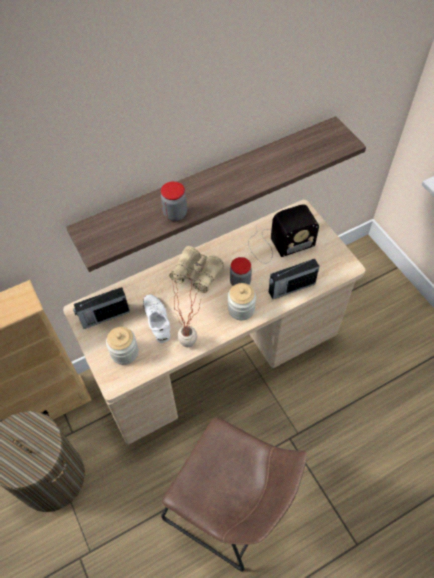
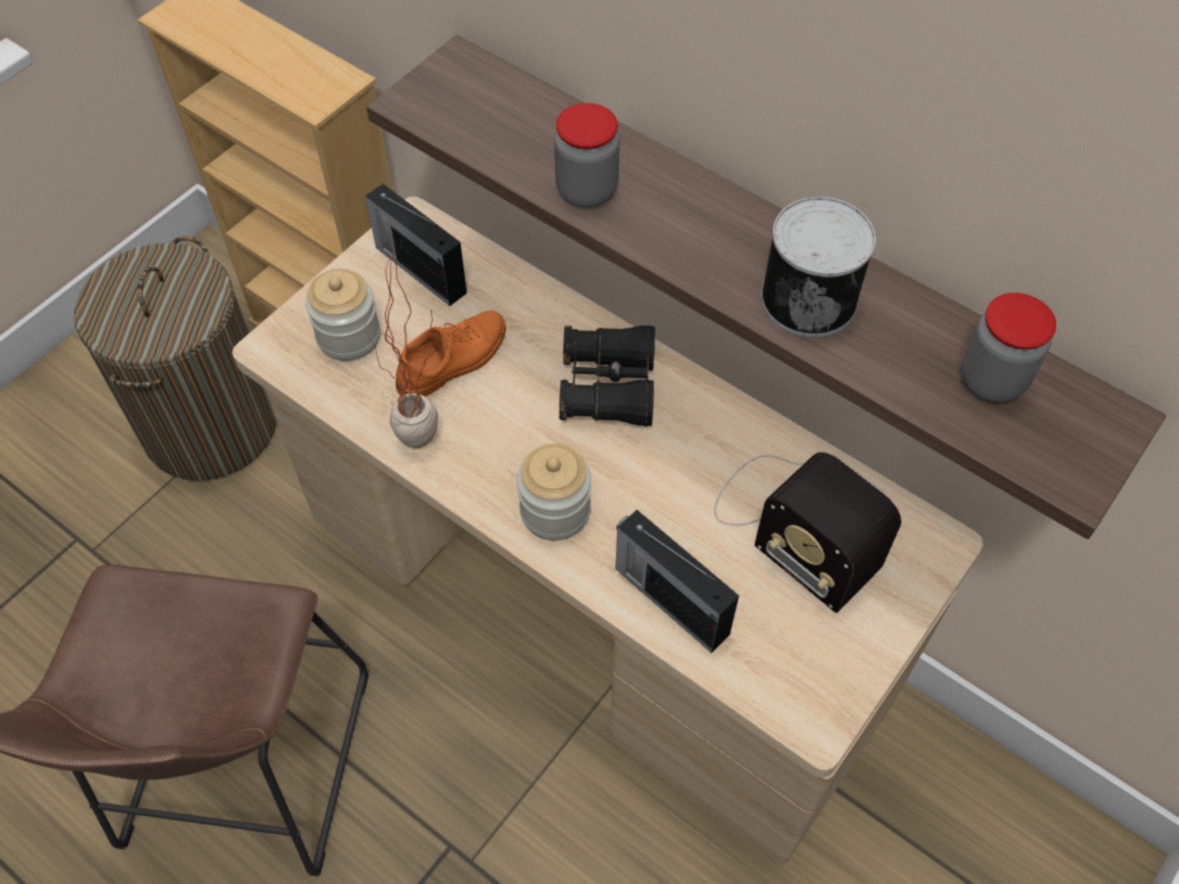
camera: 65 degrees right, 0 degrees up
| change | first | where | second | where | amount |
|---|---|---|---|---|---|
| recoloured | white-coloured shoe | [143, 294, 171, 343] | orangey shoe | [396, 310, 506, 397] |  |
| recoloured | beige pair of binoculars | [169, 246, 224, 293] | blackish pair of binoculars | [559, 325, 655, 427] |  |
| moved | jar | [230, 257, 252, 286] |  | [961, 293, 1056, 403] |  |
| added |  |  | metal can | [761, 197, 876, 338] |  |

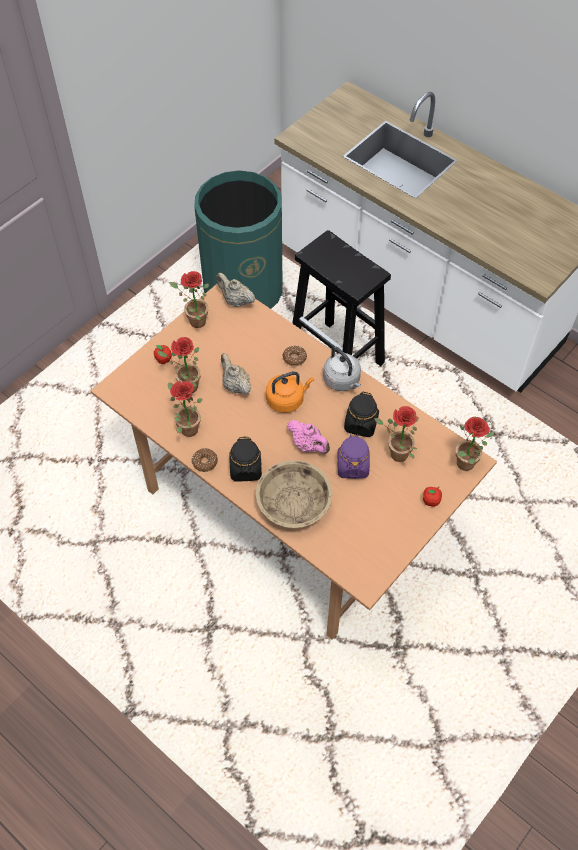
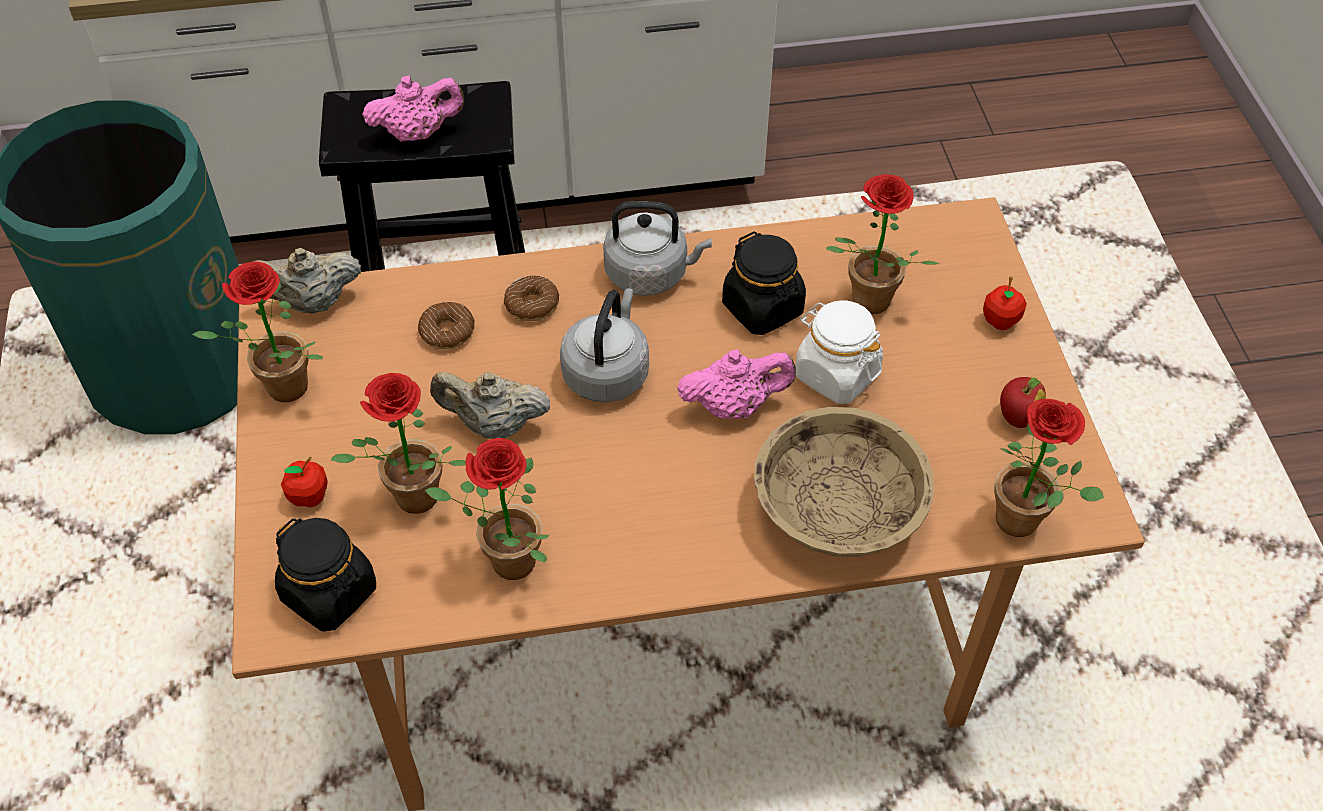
camera: 50 degrees left, 5 degrees down
| change | first | where | second | where | amount |
|---|---|---|---|---|---|
| moved | ring doughnut | [192, 448, 218, 472] |  | [418, 302, 475, 349] |  |
| moved | blackish jar | [229, 436, 262, 481] |  | [275, 518, 376, 632] |  |
| recoloured | orangey tea kettle | [266, 371, 314, 413] | greyish tea kettle | [560, 288, 649, 403] |  |
| recoloured | purplish jar | [337, 434, 370, 479] | white-coloured jar | [795, 300, 883, 404] |  |
| moved | plant in a pot | [456, 417, 494, 471] |  | [994, 399, 1104, 537] |  |
| added |  |  | pink-coloured pot for tea | [362, 75, 464, 142] |  |
| added |  |  | apple | [1000, 377, 1046, 428] |  |

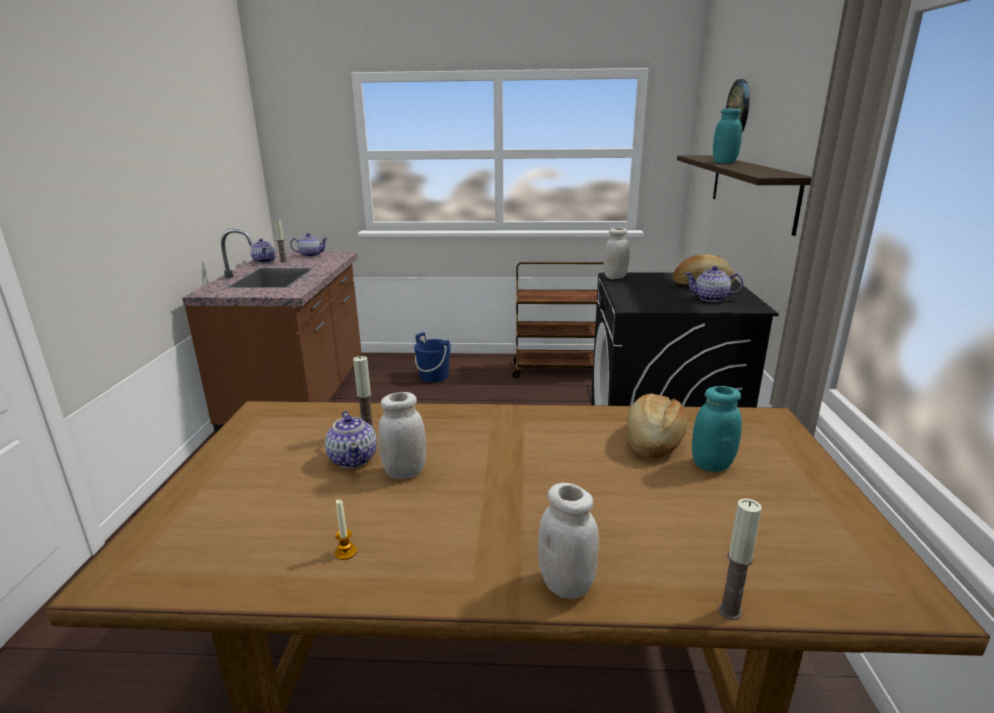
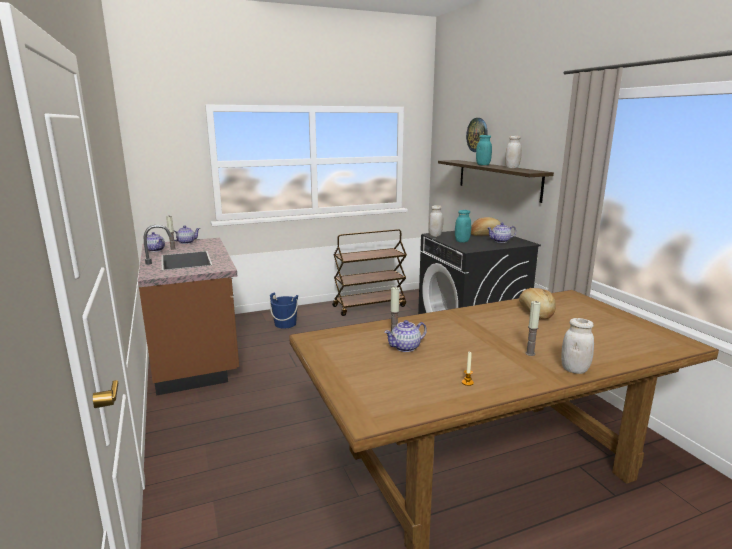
camera: 25 degrees left, 5 degrees down
| change | first | where | second | where | amount |
|---|---|---|---|---|---|
| turned | pot for tea | [325, 411, 377, 468] |  | [384, 320, 427, 352] | 105 degrees clockwise |
| moved | white-coloured jar | [378, 392, 426, 479] |  | [505, 136, 522, 168] |  |
| moved | turquoise-coloured jar | [692, 386, 742, 472] |  | [455, 210, 471, 243] |  |
| moved | candle | [718, 498, 762, 620] |  | [525, 301, 541, 356] |  |

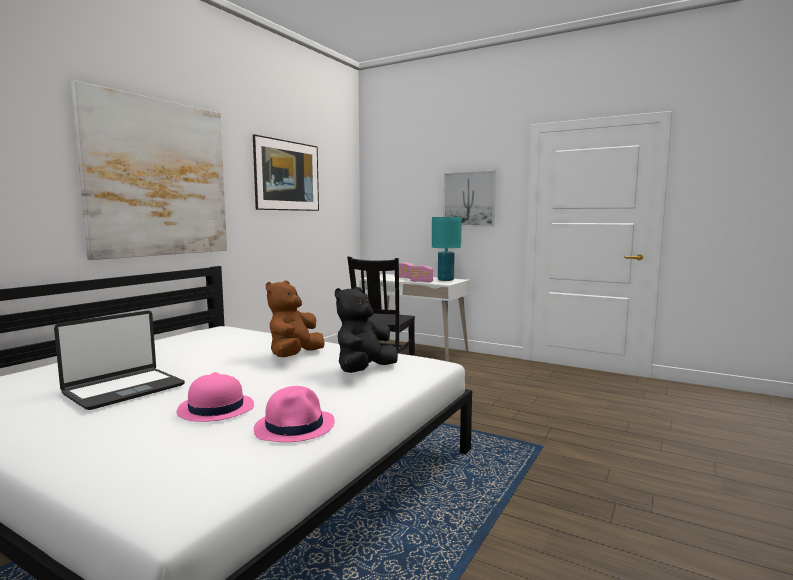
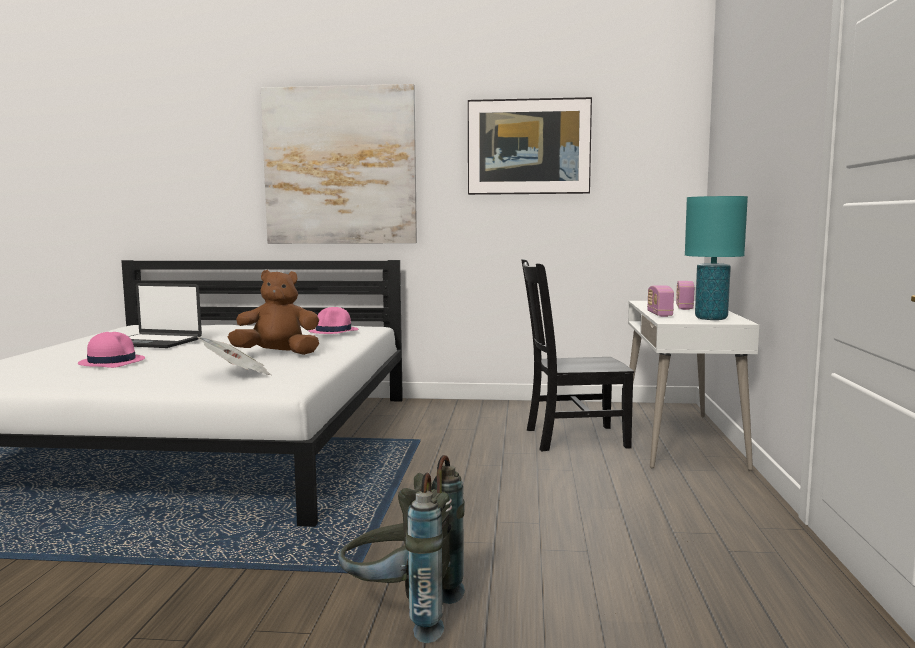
camera: 65 degrees right, 0 degrees up
| change | first | where | second | where | amount |
|---|---|---|---|---|---|
| moved | pink-coloured wearable hat | [254, 386, 335, 442] |  | [309, 307, 358, 334] |  |
| replaced | blackish soft toy | [335, 287, 398, 373] | printed paper | [197, 337, 271, 375] |  |
| removed | wall art | [443, 171, 496, 227] |  |  |  |
| added |  |  | greyish knapsack | [338, 455, 465, 643] |  |

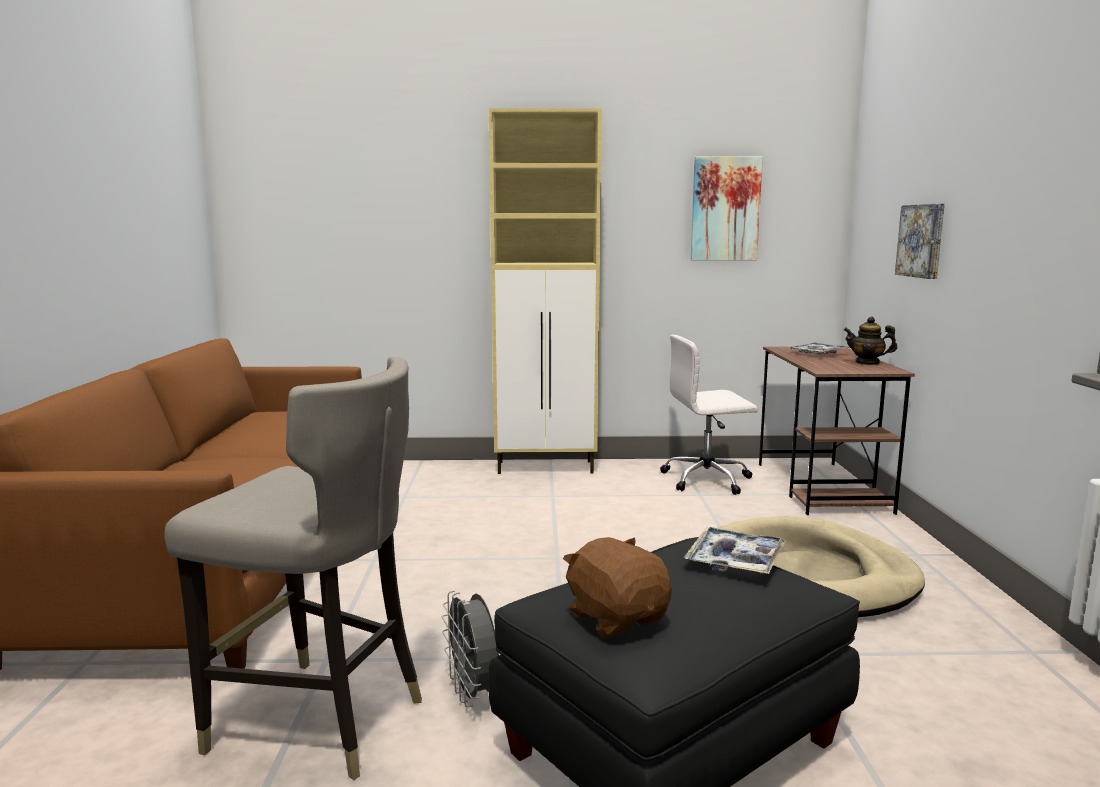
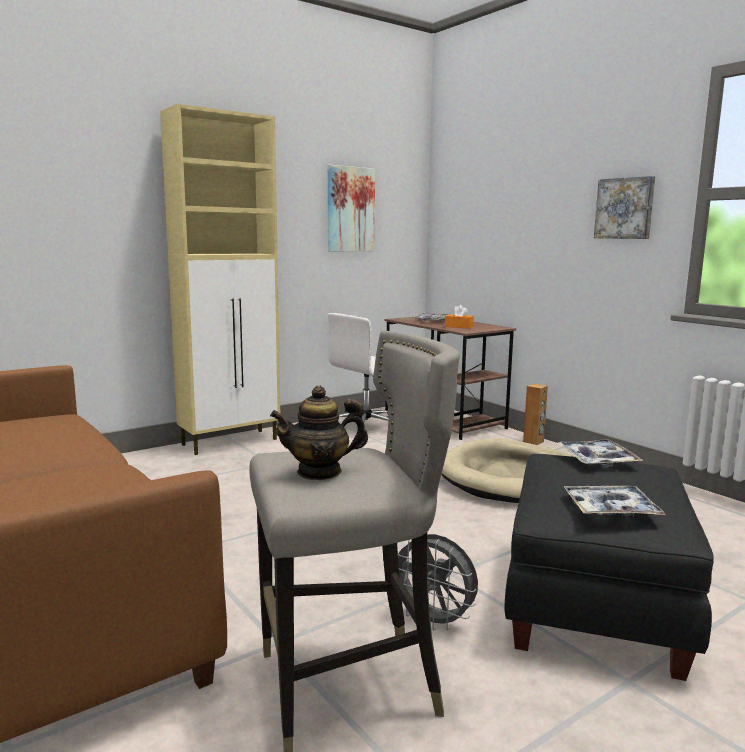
camera: 35 degrees left, 0 degrees up
| change | first | where | second | where | amount |
|---|---|---|---|---|---|
| replaced | brown-coloured soft toy | [563, 537, 672, 637] | serving tray | [563, 486, 665, 518] |  |
| moved | pot for tea | [844, 317, 897, 365] |  | [270, 386, 368, 480] |  |
| moved | wall art | [895, 203, 945, 279] |  | [594, 176, 655, 239] |  |
| added |  |  | orangey tissue box | [445, 305, 474, 329] |  |
| added |  |  | brown-coloured loudspeaker | [523, 384, 548, 445] |  |

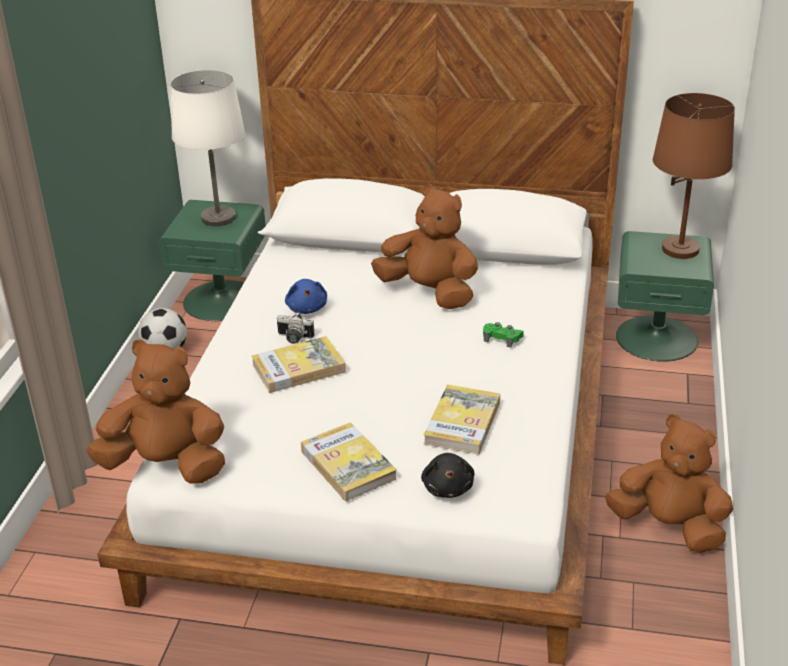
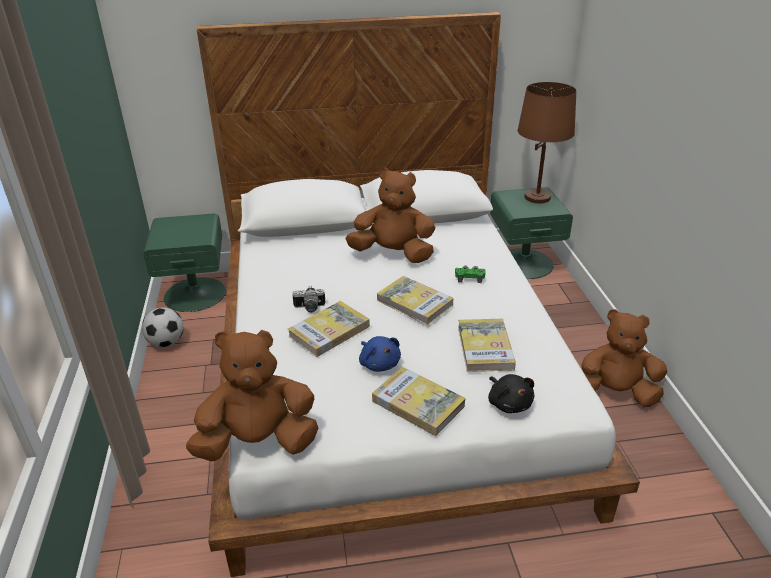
camera: 20 degrees left, 0 degrees up
| change | first | where | second | where | amount |
|---|---|---|---|---|---|
| removed | white-coloured tabletop lamp | [170, 70, 245, 226] |  |  |  |
| moved | blue-coloured soft toy | [285, 279, 327, 314] |  | [359, 336, 401, 372] |  |
| added |  |  | book | [376, 276, 453, 325] |  |

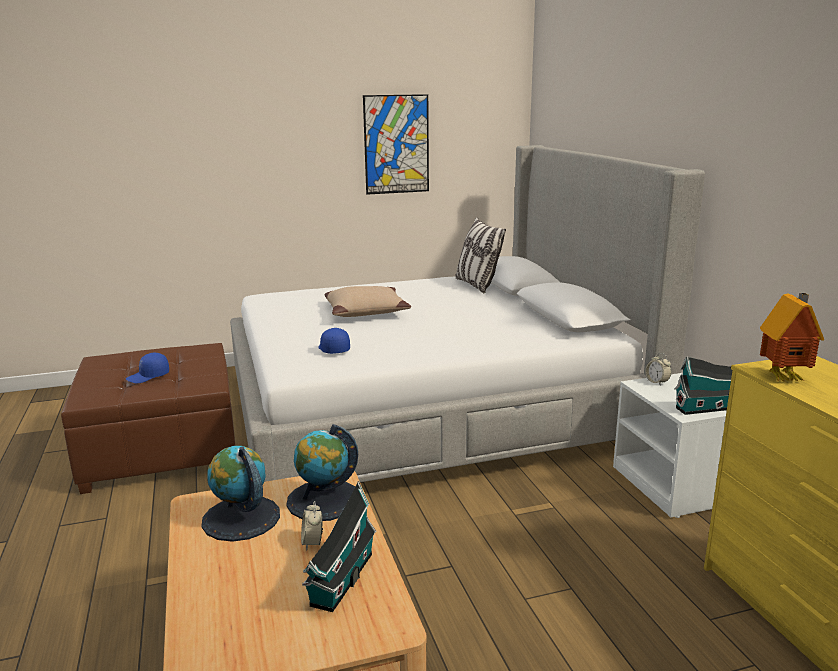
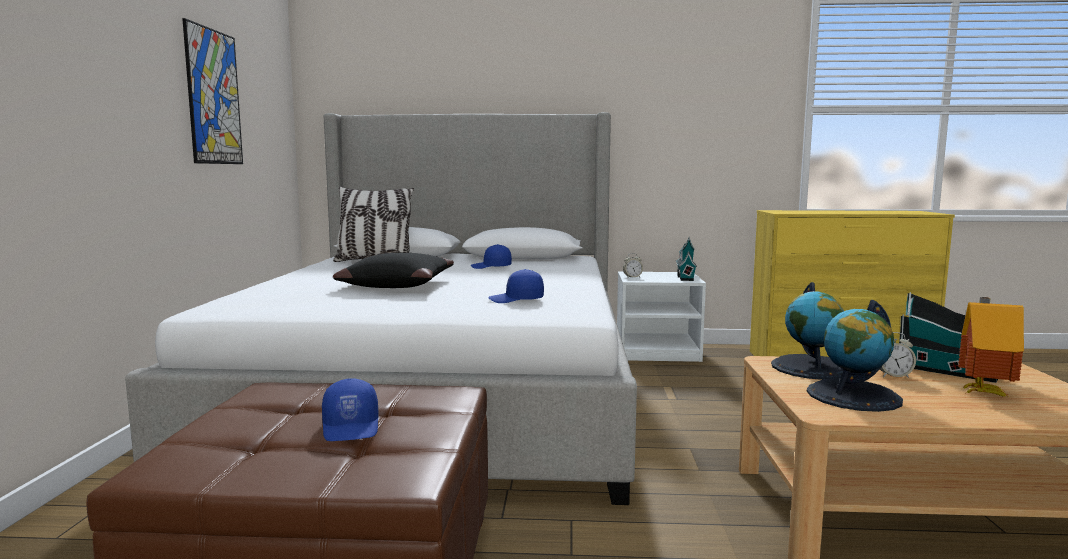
camera: 70 degrees left, 10 degrees down
| change | first | where | second | where | amount |
|---|---|---|---|---|---|
| recoloured | beige pillow | [325, 286, 411, 317] | blackish pillow | [333, 253, 454, 288] |  |
| moved | model house | [760, 293, 824, 382] |  | [958, 297, 1024, 397] |  |
| added |  |  | blue-coloured baseball cap | [471, 244, 512, 269] |  |

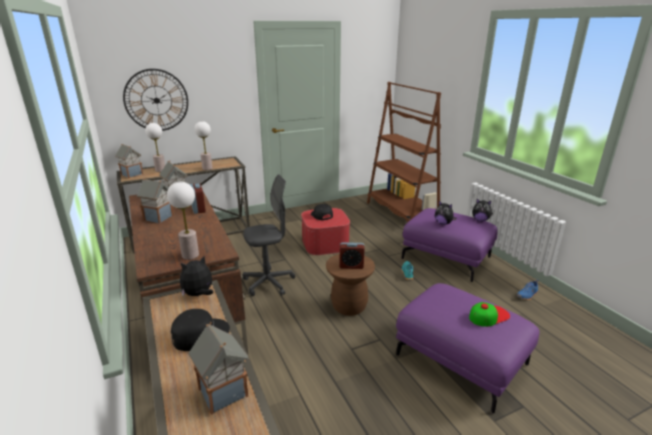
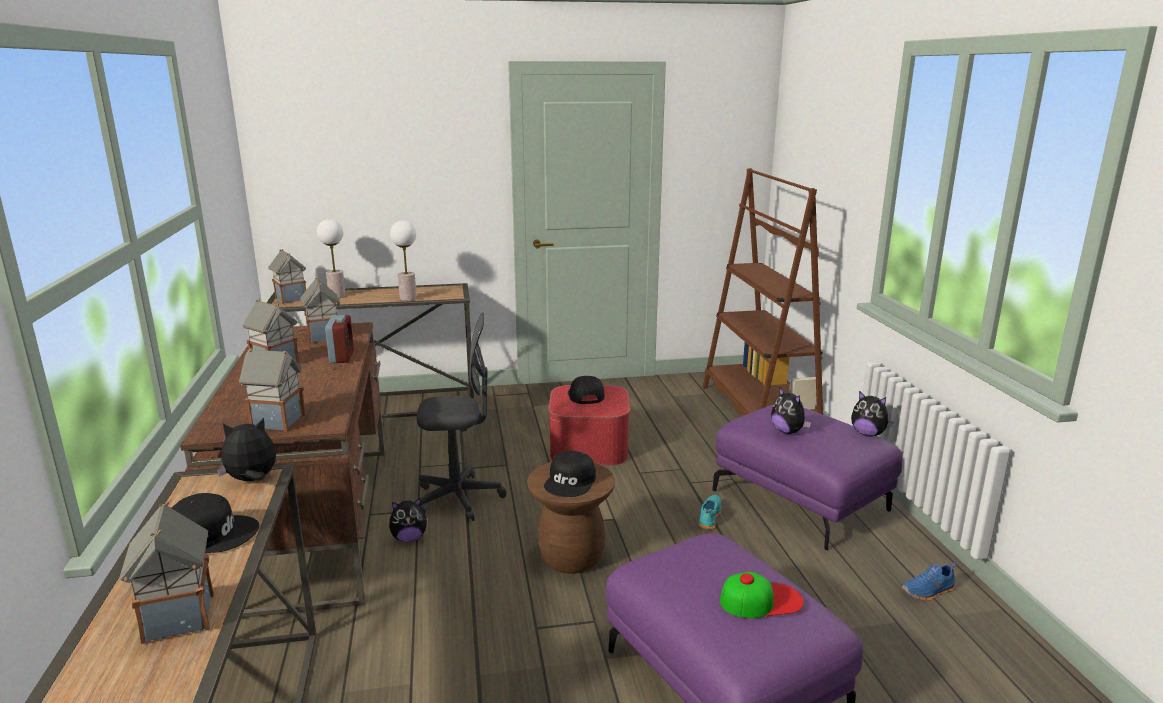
camera: 15 degrees right, 5 degrees down
| change | first | where | second | where | amount |
|---|---|---|---|---|---|
| removed | wall clock | [123, 69, 188, 131] |  |  |  |
| replaced | tabletop lamp | [167, 182, 199, 260] | model house | [239, 348, 306, 432] |  |
| replaced | bedside clock | [339, 242, 365, 269] | blackish baseball cap | [544, 451, 596, 497] |  |
| added |  |  | soft toy | [389, 498, 429, 542] |  |

